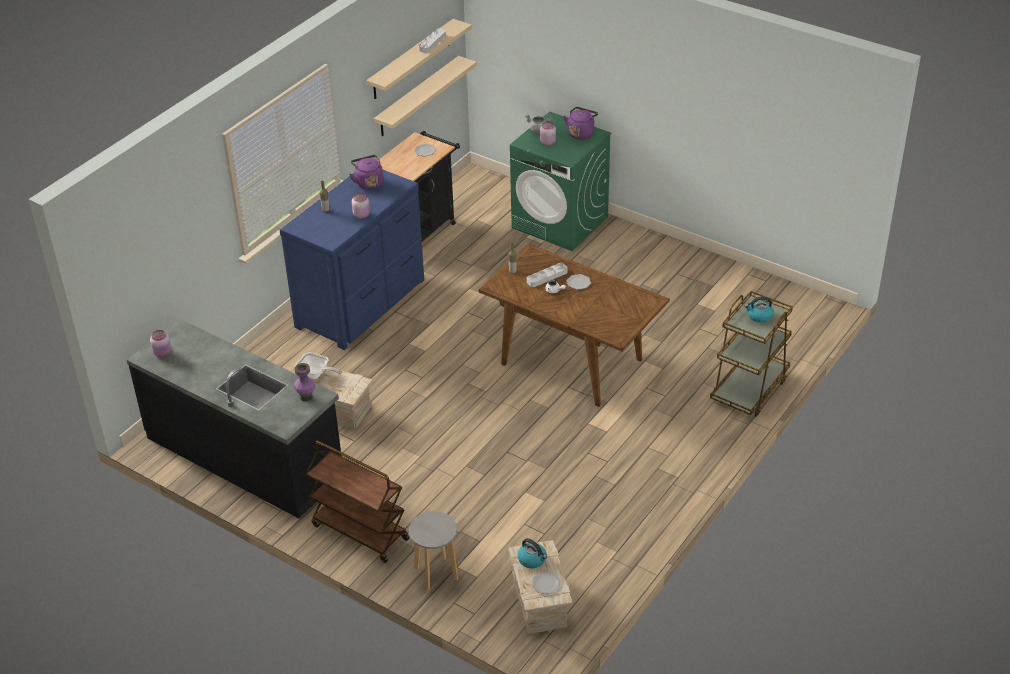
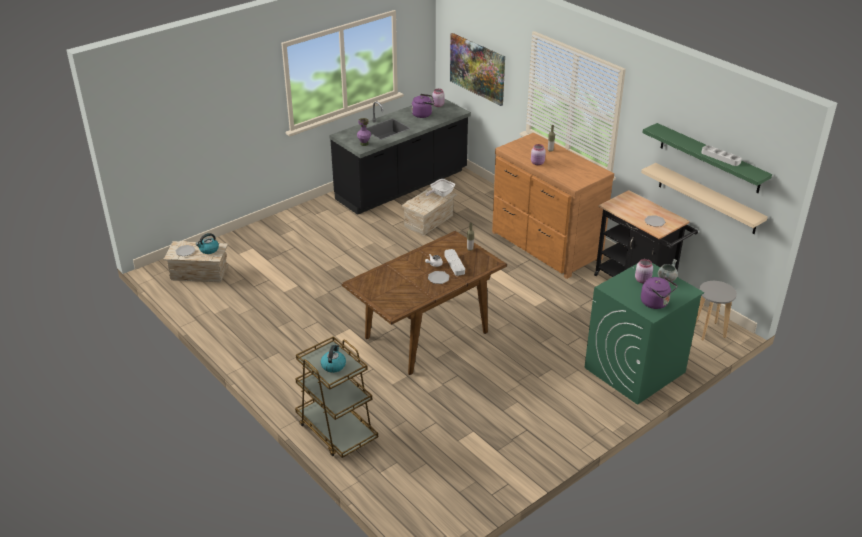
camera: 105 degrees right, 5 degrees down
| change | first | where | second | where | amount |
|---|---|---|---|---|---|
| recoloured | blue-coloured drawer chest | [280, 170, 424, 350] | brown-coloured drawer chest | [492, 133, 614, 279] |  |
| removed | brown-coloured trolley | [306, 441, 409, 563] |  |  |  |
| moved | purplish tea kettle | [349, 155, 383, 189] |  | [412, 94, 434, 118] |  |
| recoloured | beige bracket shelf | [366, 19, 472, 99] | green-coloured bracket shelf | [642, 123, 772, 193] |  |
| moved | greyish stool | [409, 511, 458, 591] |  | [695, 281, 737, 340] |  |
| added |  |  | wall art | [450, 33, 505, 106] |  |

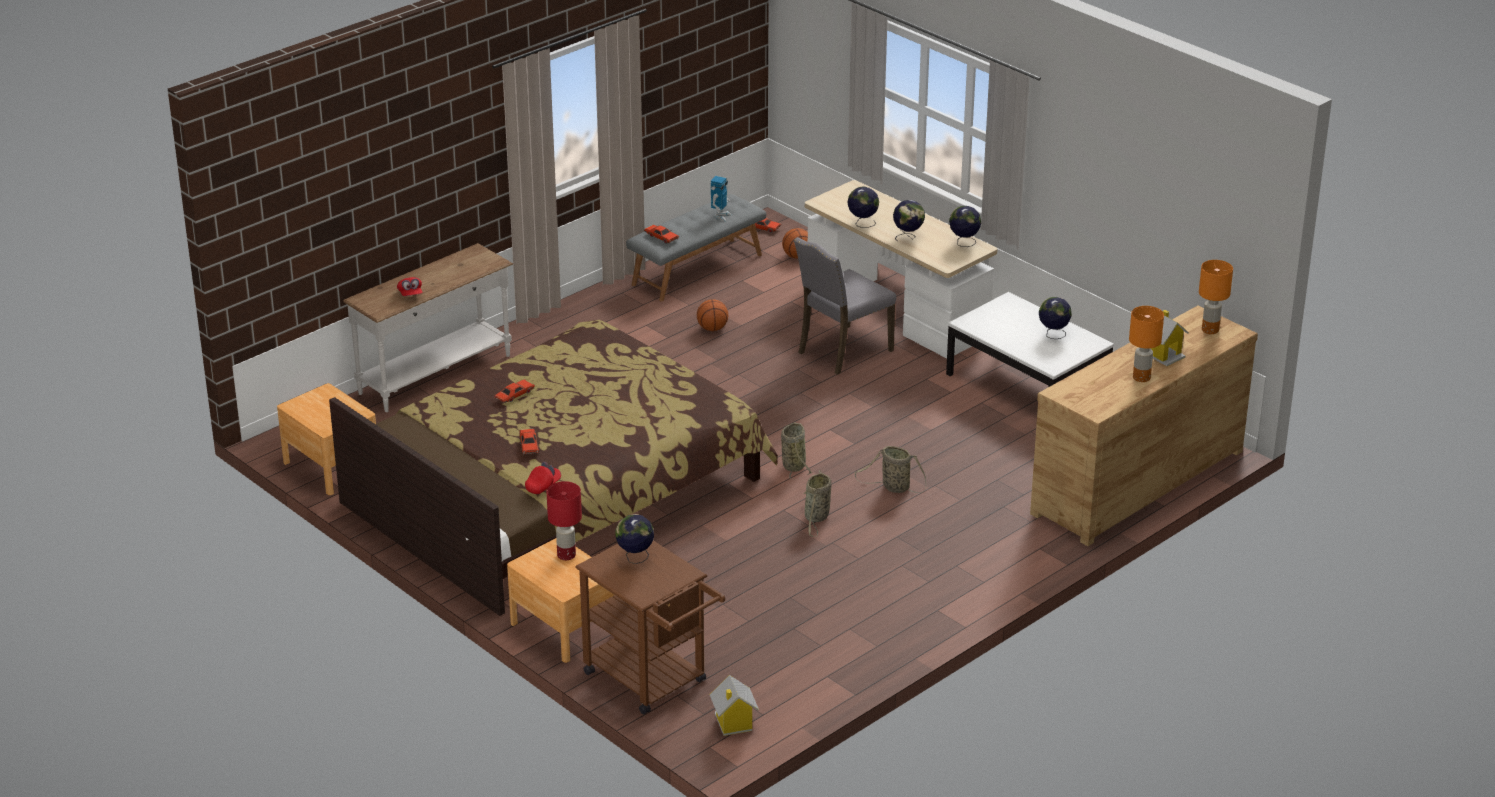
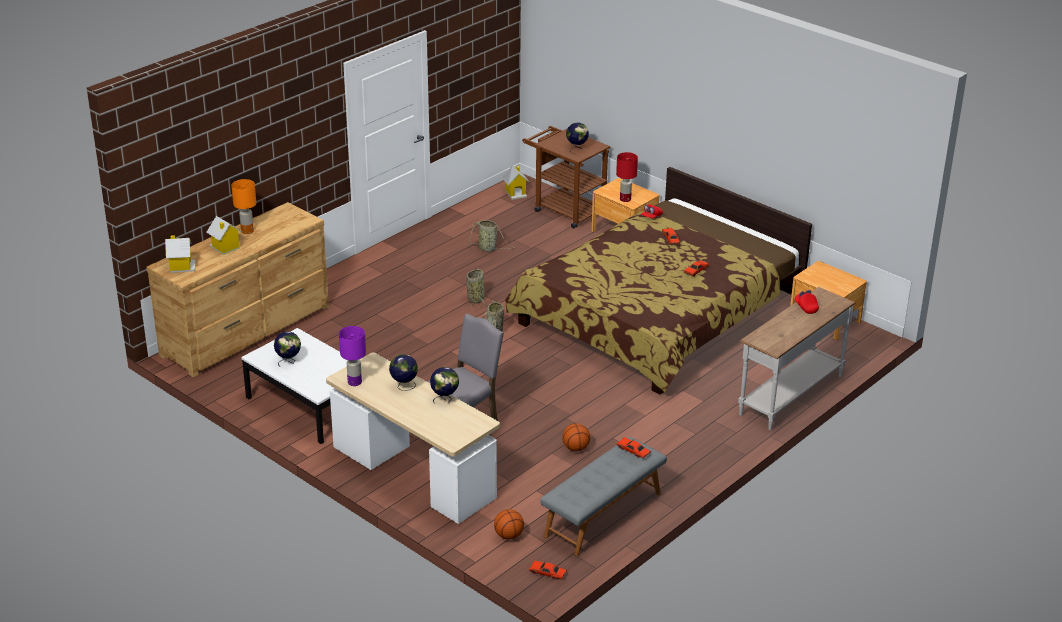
camera: 175 degrees right, 0 degrees up
| change | first | where | second | where | amount |
|---|---|---|---|---|---|
| removed | robot figure | [711, 176, 731, 221] |  |  |  |
| moved | household basket | [855, 446, 926, 493] |  | [468, 220, 514, 251] |  |
| replaced | desk globe | [949, 206, 981, 247] | purplish tabletop lamp | [339, 326, 366, 386] |  |
| replaced | orangey tabletop lamp | [1199, 260, 1233, 334] | model house | [165, 235, 196, 273] |  |

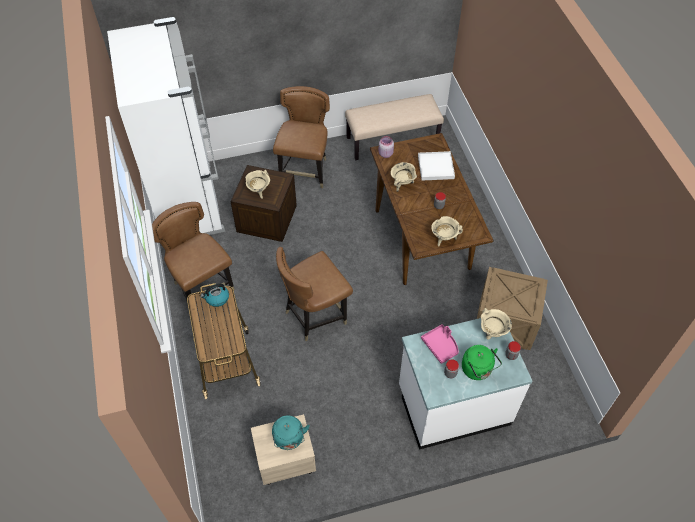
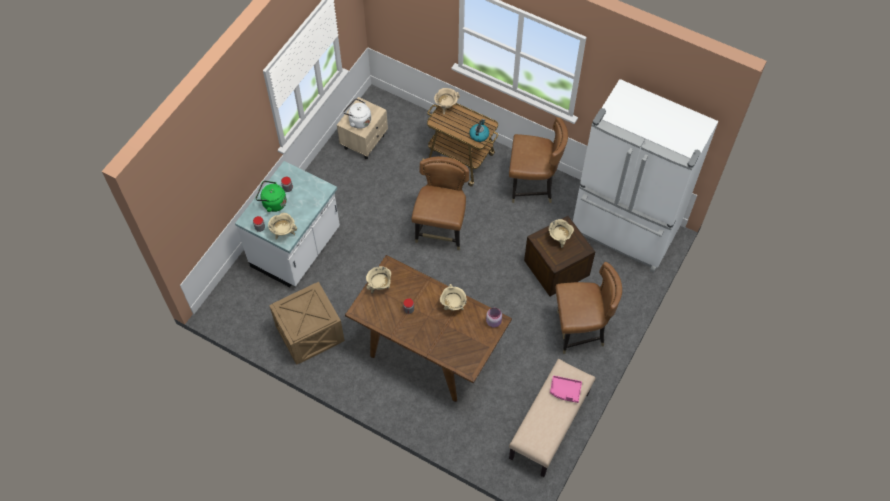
camera: 135 degrees right, 5 degrees up
| change | first | where | second | where | amount |
|---|---|---|---|---|---|
| recoloured | turquoise-coloured tea kettle | [272, 415, 310, 450] | white-coloured tea kettle | [343, 98, 371, 129] |  |
| turned | brown-coloured plain chair | [273, 86, 330, 188] |  | [556, 262, 622, 354] | 60 degrees counterclockwise |
| removed | white-coloured serving tray | [418, 151, 455, 181] |  |  |  |
| moved | pink-coloured serving tray | [421, 324, 459, 364] |  | [550, 376, 582, 403] |  |
| added |  |  | beige stockpot | [434, 88, 460, 114] |  |

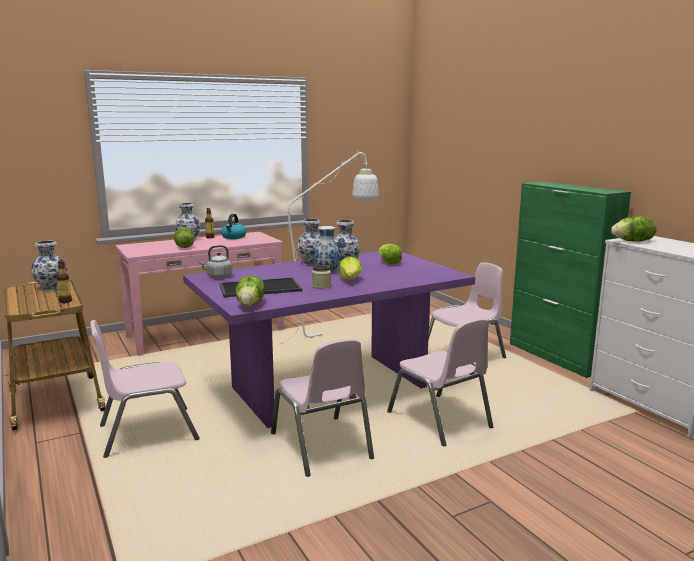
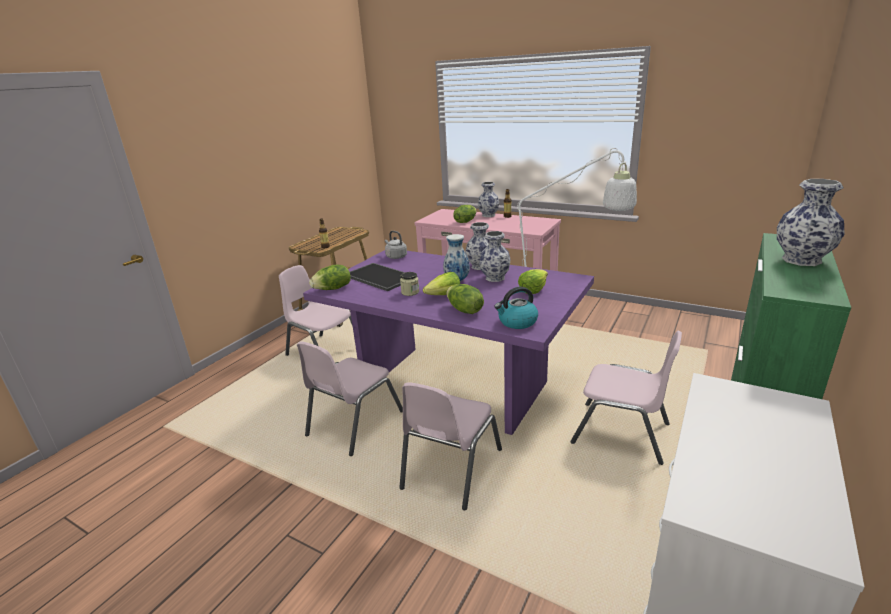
camera: 60 degrees right, 10 degrees up
| change | first | where | second | where | amount |
|---|---|---|---|---|---|
| moved | decorative vase | [31, 241, 67, 291] |  | [777, 179, 844, 266] |  |
| moved | tea kettle | [221, 214, 246, 239] |  | [494, 287, 538, 329] |  |
| moved | lettuce | [611, 216, 657, 242] |  | [446, 284, 484, 314] |  |

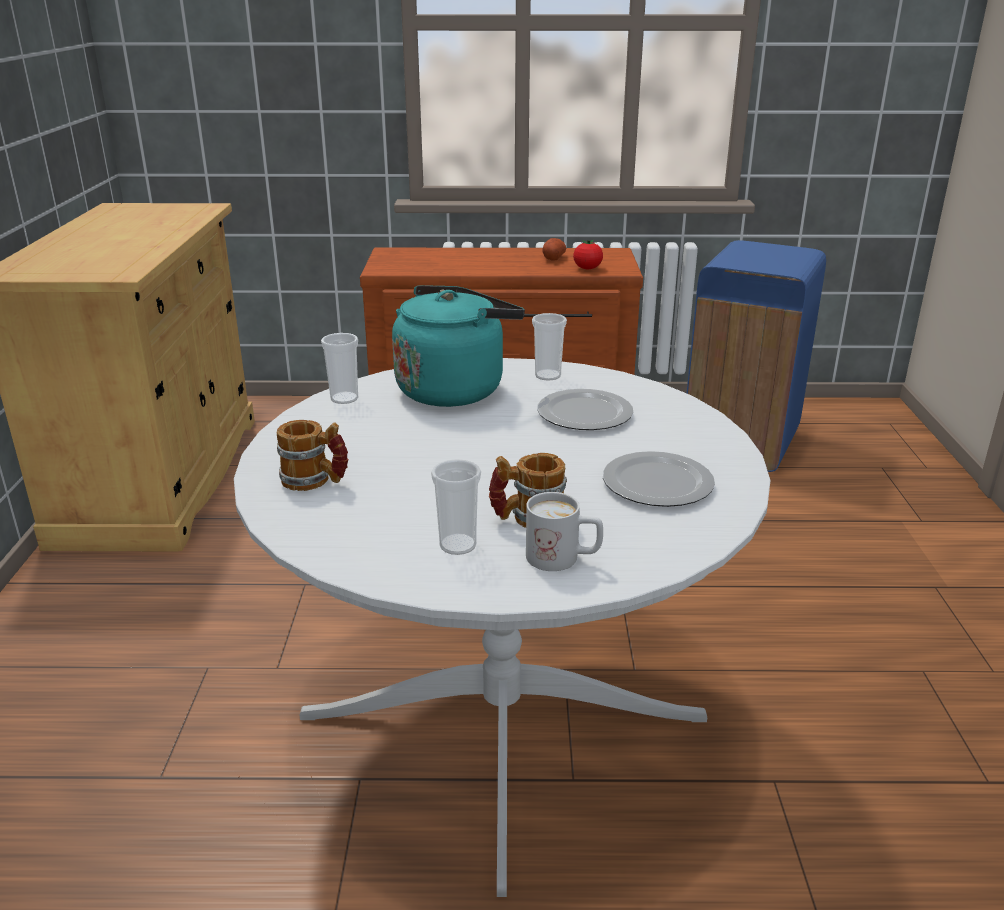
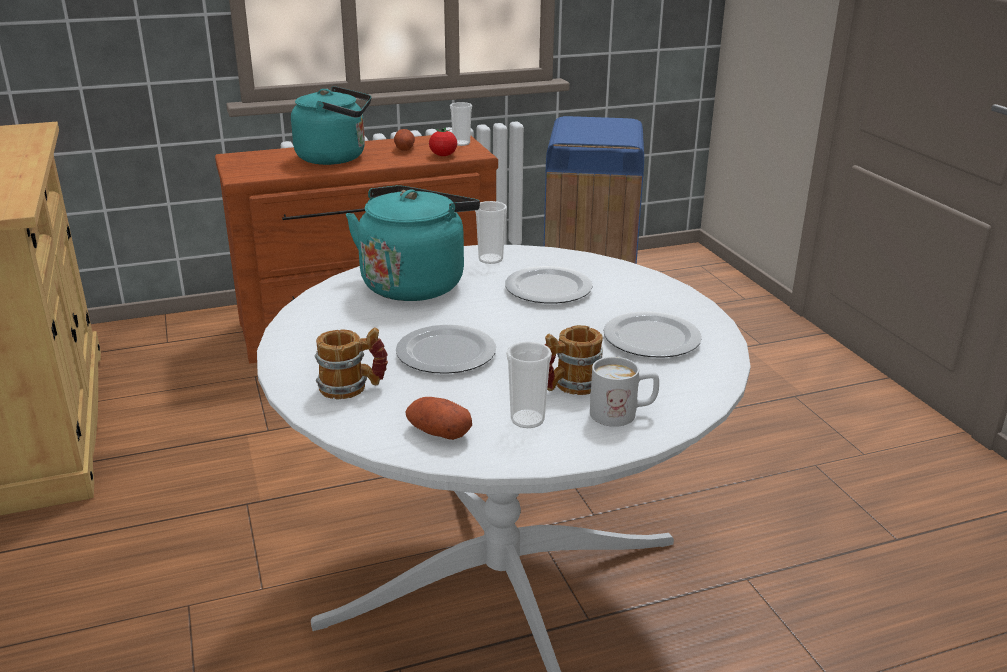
camera: 20 degrees left, 0 degrees up
| change | first | where | second | where | amount |
|---|---|---|---|---|---|
| moved | cup | [321, 333, 358, 404] |  | [450, 102, 472, 146] |  |
| added |  |  | turquoise-coloured tea kettle | [291, 86, 372, 165] |  |
| added |  |  | flat dish | [396, 325, 496, 374] |  |
| added |  |  | potato | [405, 397, 472, 440] |  |

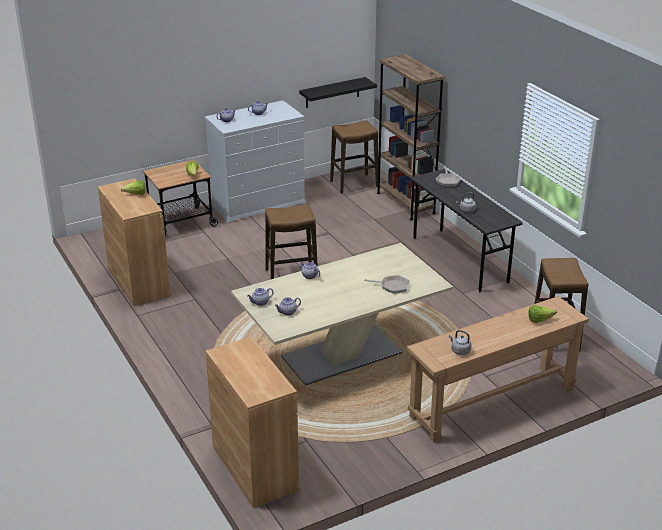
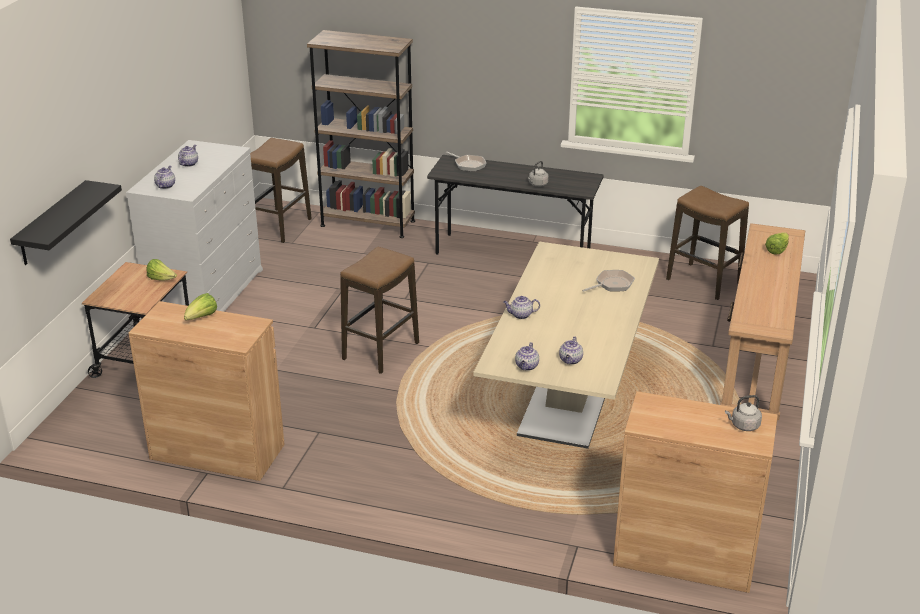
camera: 45 degrees left, 0 degrees up
| change | first | where | second | where | amount |
|---|---|---|---|---|---|
| moved | blackish bracket shelf | [299, 77, 377, 108] |  | [10, 180, 122, 265] |  |
| moved | greyish tea kettle | [449, 330, 471, 355] |  | [725, 395, 762, 431] |  |

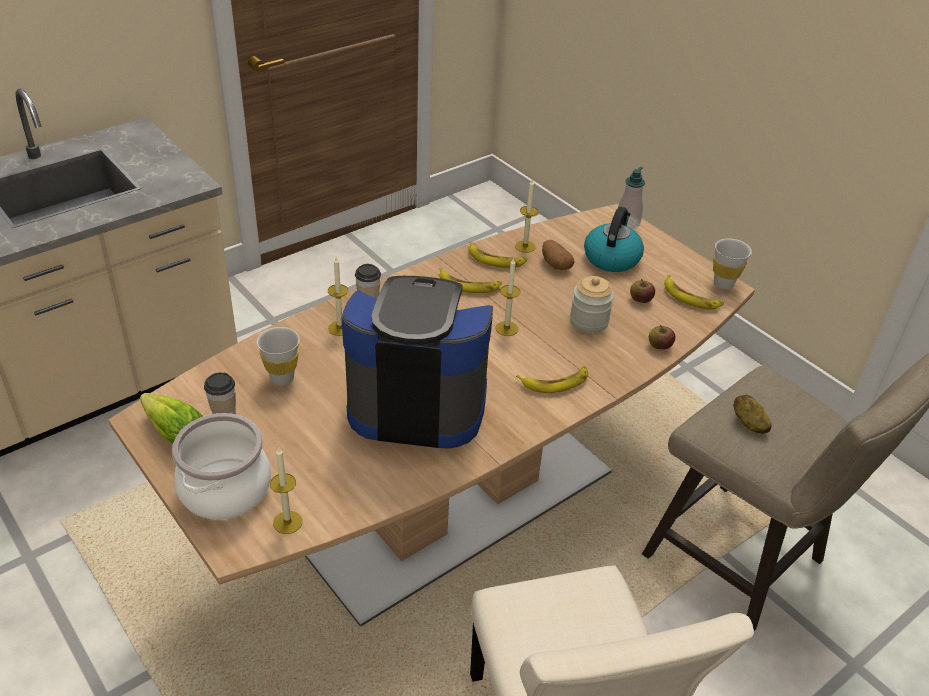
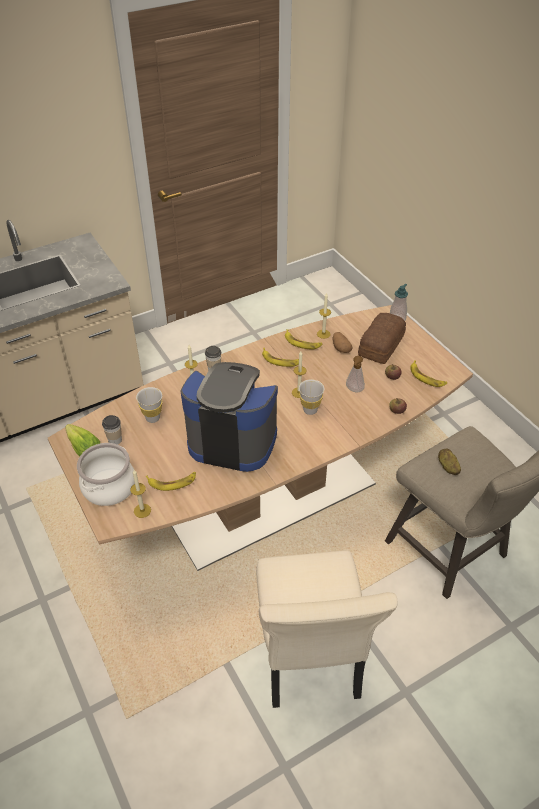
camera: 10 degrees right, 5 degrees up
| change | first | where | second | where | amount |
|---|---|---|---|---|---|
| moved | whole banana | [516, 366, 588, 393] |  | [146, 472, 196, 491] |  |
| replaced | jar | [570, 276, 614, 333] | soap bottle | [346, 356, 365, 392] |  |
| replaced | tea kettle | [584, 207, 644, 272] | bread | [358, 313, 406, 364] |  |
| moved | white-coloured cup | [713, 238, 752, 290] |  | [299, 379, 324, 415] |  |

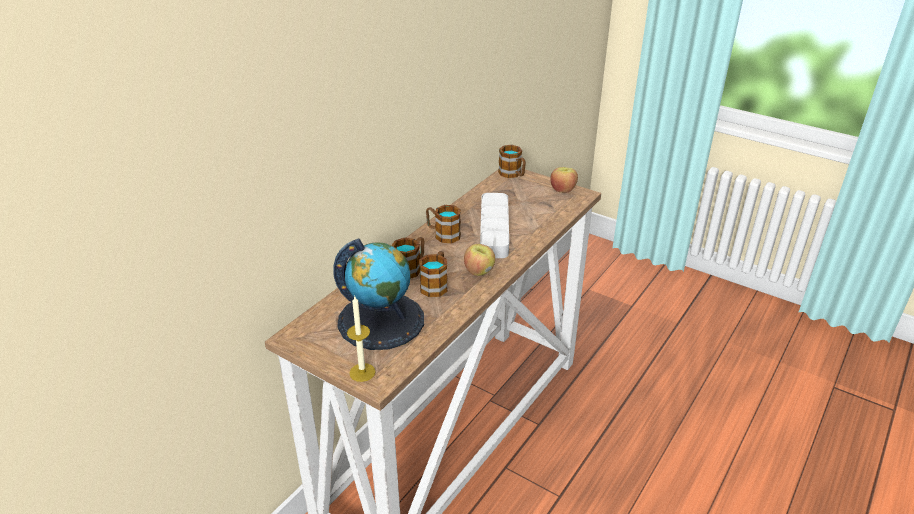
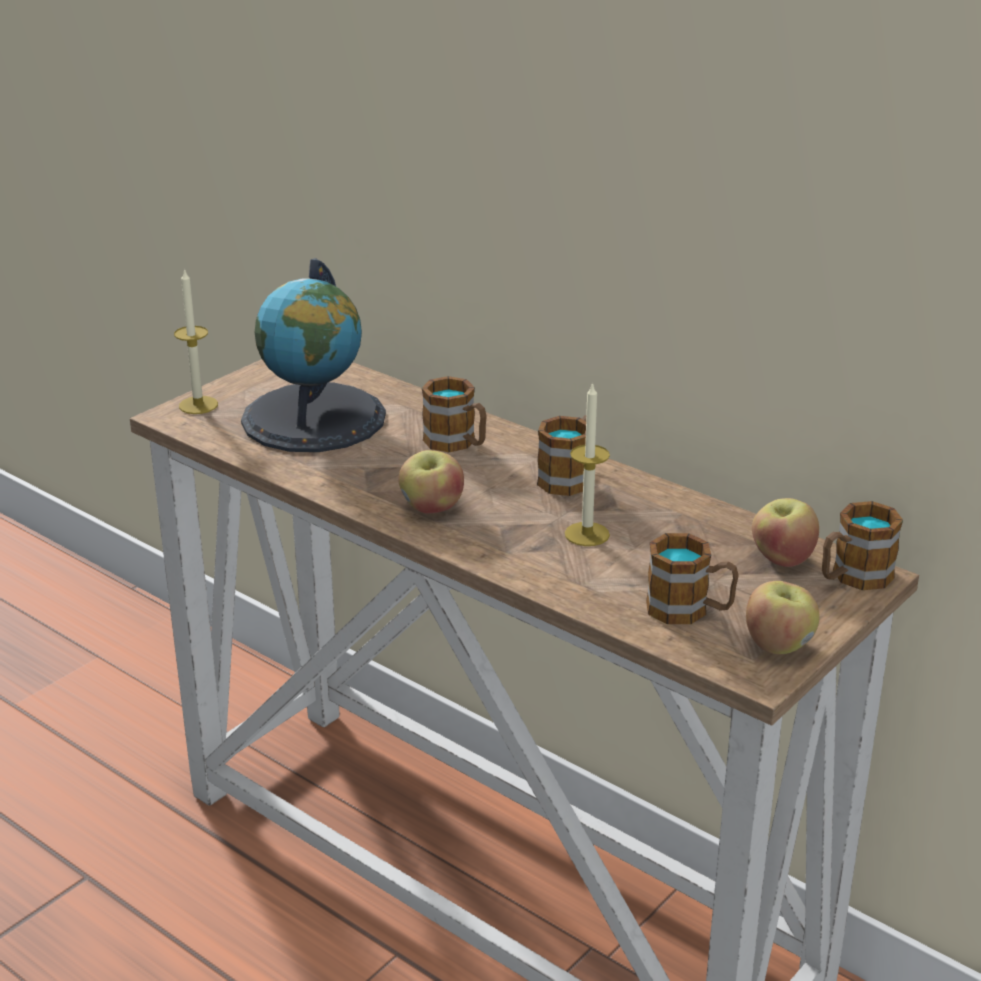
camera: 95 degrees right, 5 degrees down
| change | first | where | second | where | amount |
|---|---|---|---|---|---|
| moved | coffee mug | [419, 251, 447, 297] |  | [646, 533, 739, 624] |  |
| replaced | greyish serving tray | [480, 193, 509, 258] | candle | [565, 382, 610, 546] |  |
| added |  |  | apple | [752, 498, 819, 567] |  |

